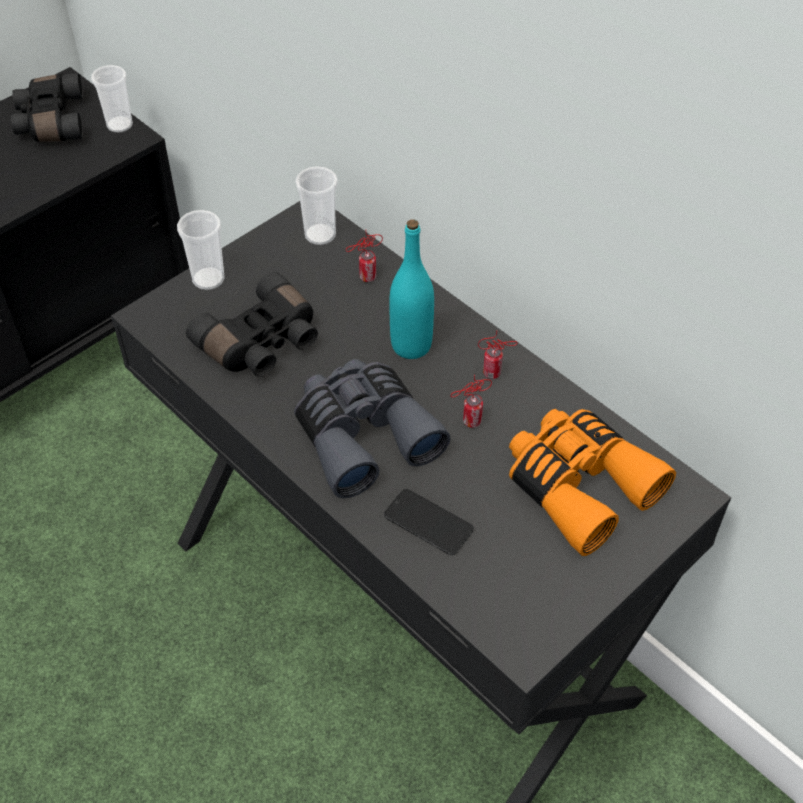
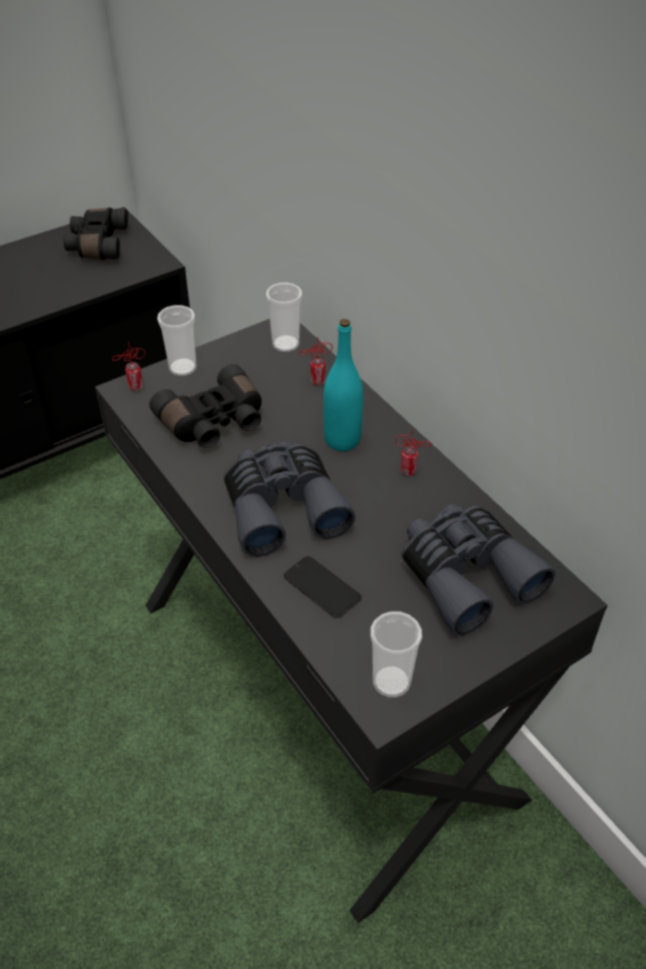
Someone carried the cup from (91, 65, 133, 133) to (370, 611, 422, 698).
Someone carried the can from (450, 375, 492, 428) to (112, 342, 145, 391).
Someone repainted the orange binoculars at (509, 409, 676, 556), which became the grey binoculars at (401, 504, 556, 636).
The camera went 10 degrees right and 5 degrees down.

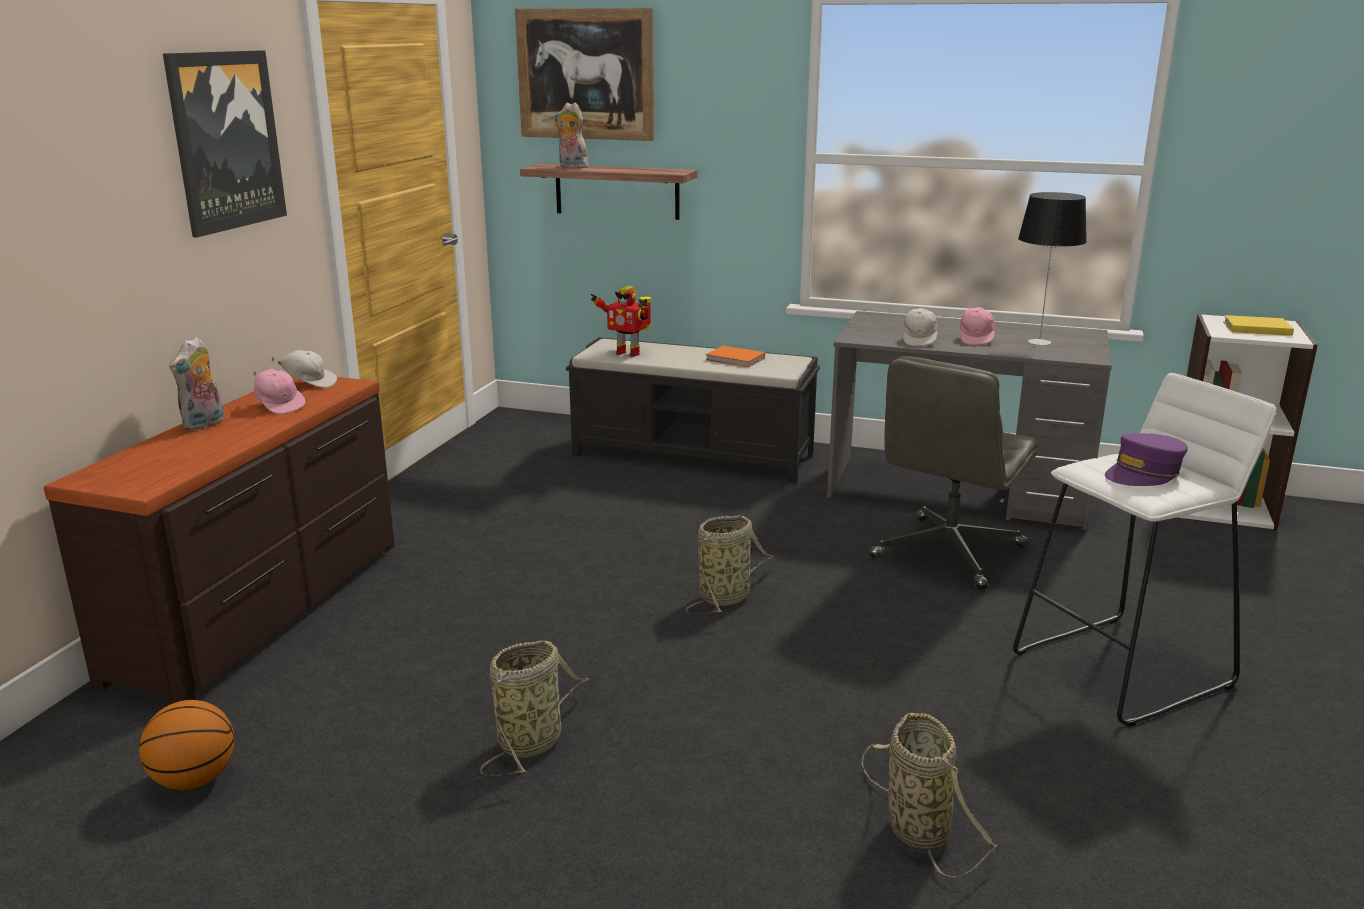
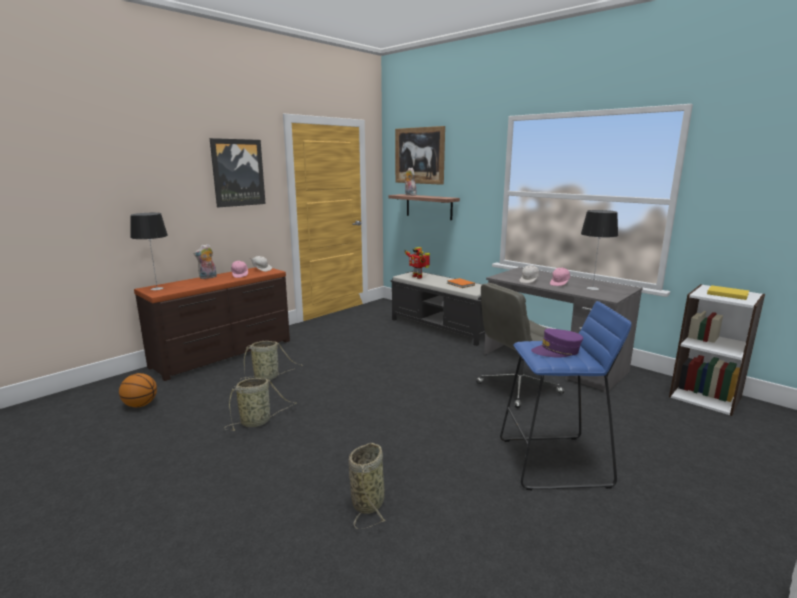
Someone put down the table lamp at (130, 213, 168, 290).
Someone carried the basket from (686, 516, 774, 614) to (240, 341, 303, 381).
Someone repainted the white stool at (1013, 373, 1277, 727), which became the blue stool at (500, 301, 631, 490).
The camera went 25 degrees right and 5 degrees down.

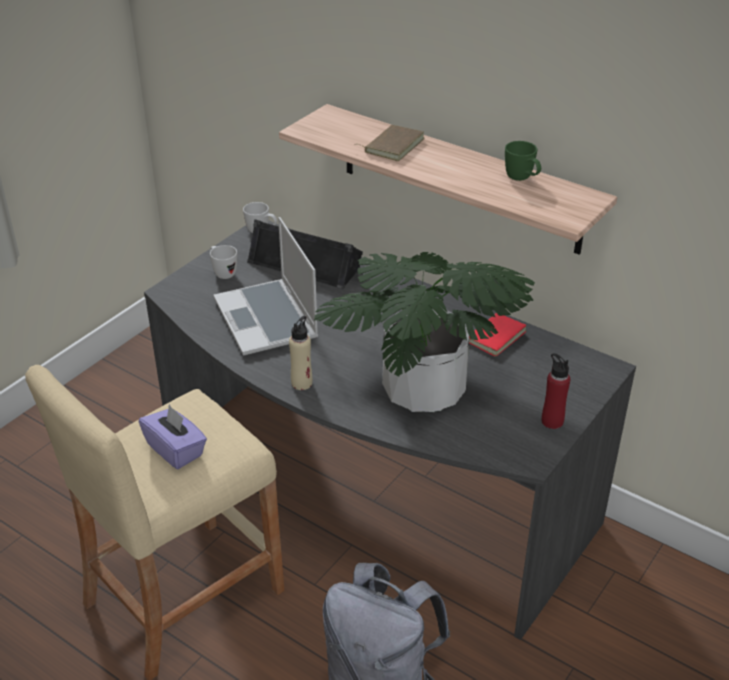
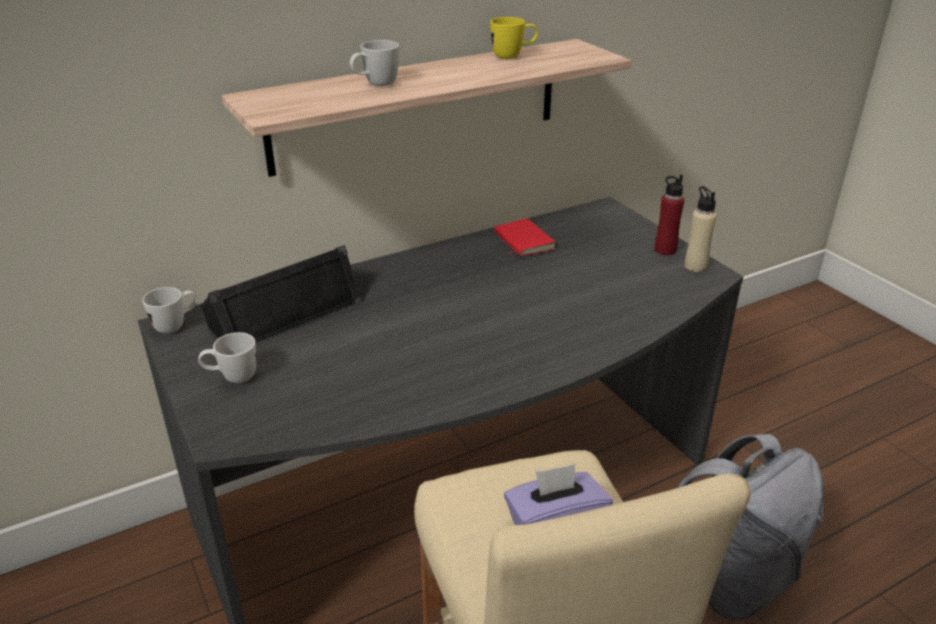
Someone took away the laptop at (213, 217, 318, 356).
Someone took away the potted plant at (314, 252, 535, 412).
Someone carried the beige bottle from (289, 316, 312, 390) to (685, 186, 717, 272).
Someone swapped the brown book at (354, 125, 424, 161) for the white mug at (349, 40, 399, 86).
Someone repainted the green mug at (505, 141, 541, 181), which became the yellow mug at (490, 17, 538, 59).
The camera went 65 degrees left and 5 degrees down.

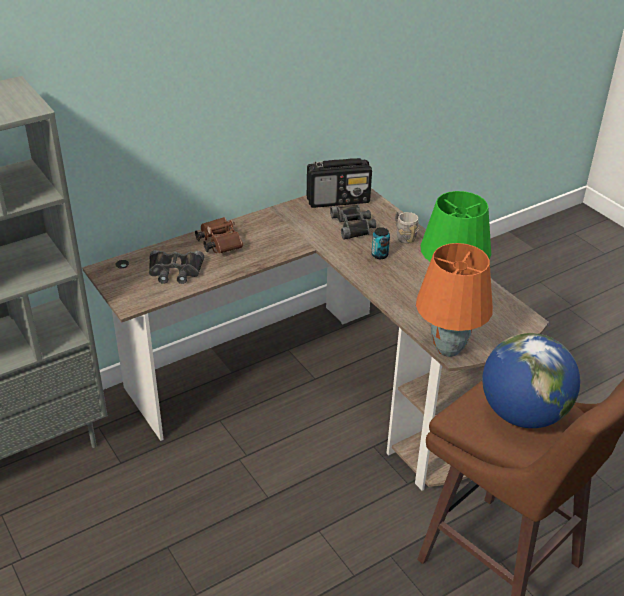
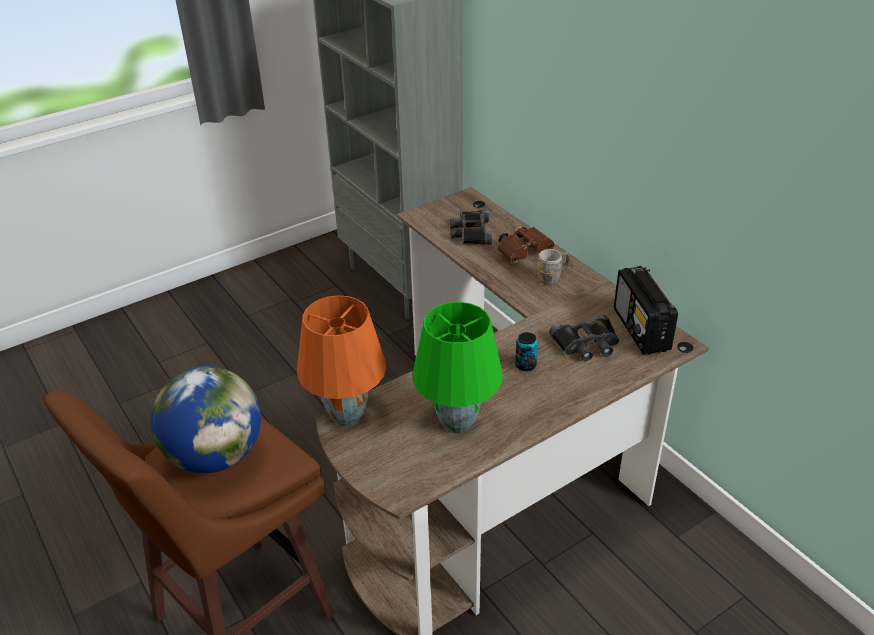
Someone carried the grey mug from (395, 211, 419, 244) to (537, 249, 571, 285).
The camera went 90 degrees right and 0 degrees up.

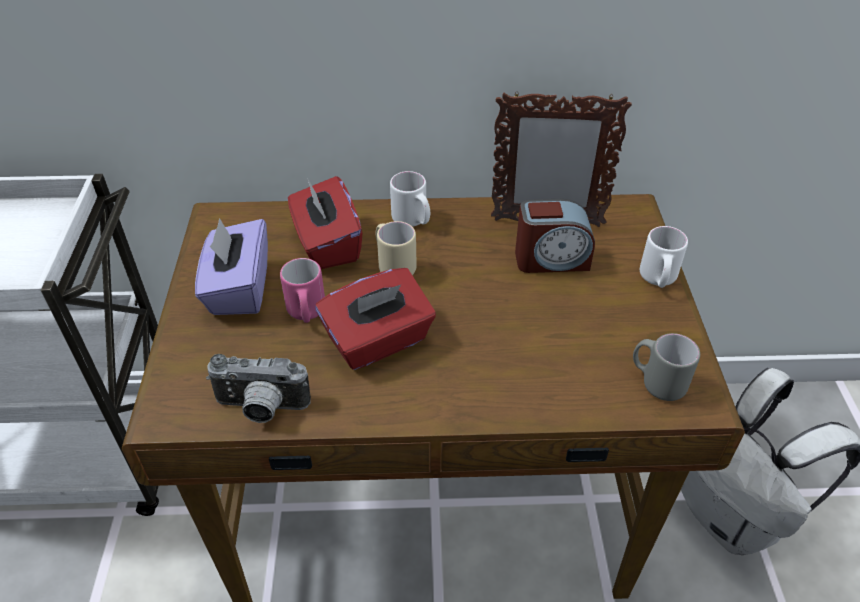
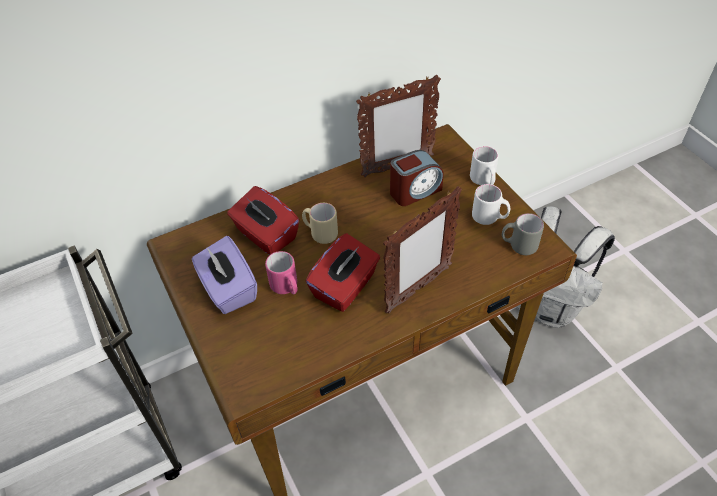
Someone took away the photo camera at (206, 354, 311, 423).
Someone put down the picture frame at (383, 186, 462, 314).
Someone carried the white mug from (390, 171, 430, 227) to (472, 184, 510, 225).
The camera went 25 degrees left and 5 degrees up.

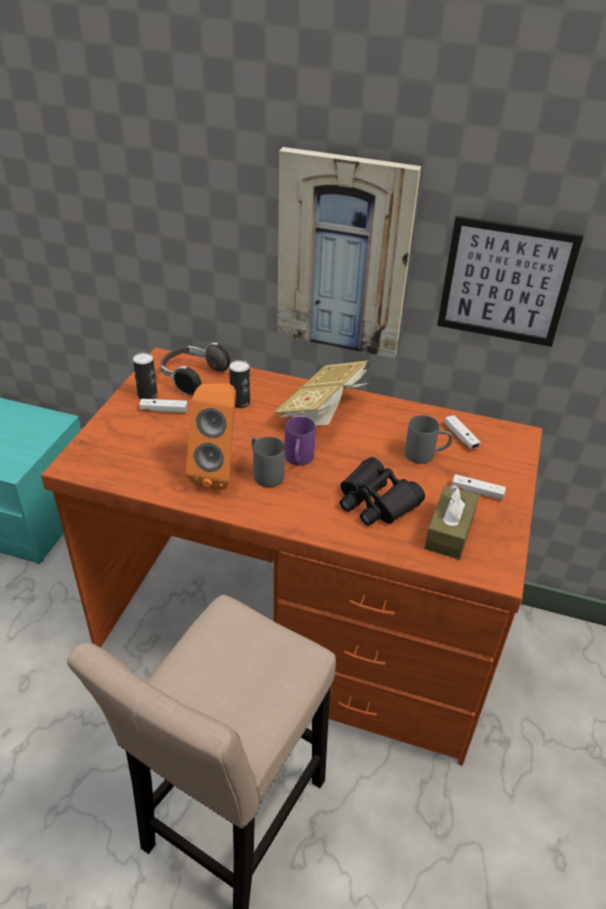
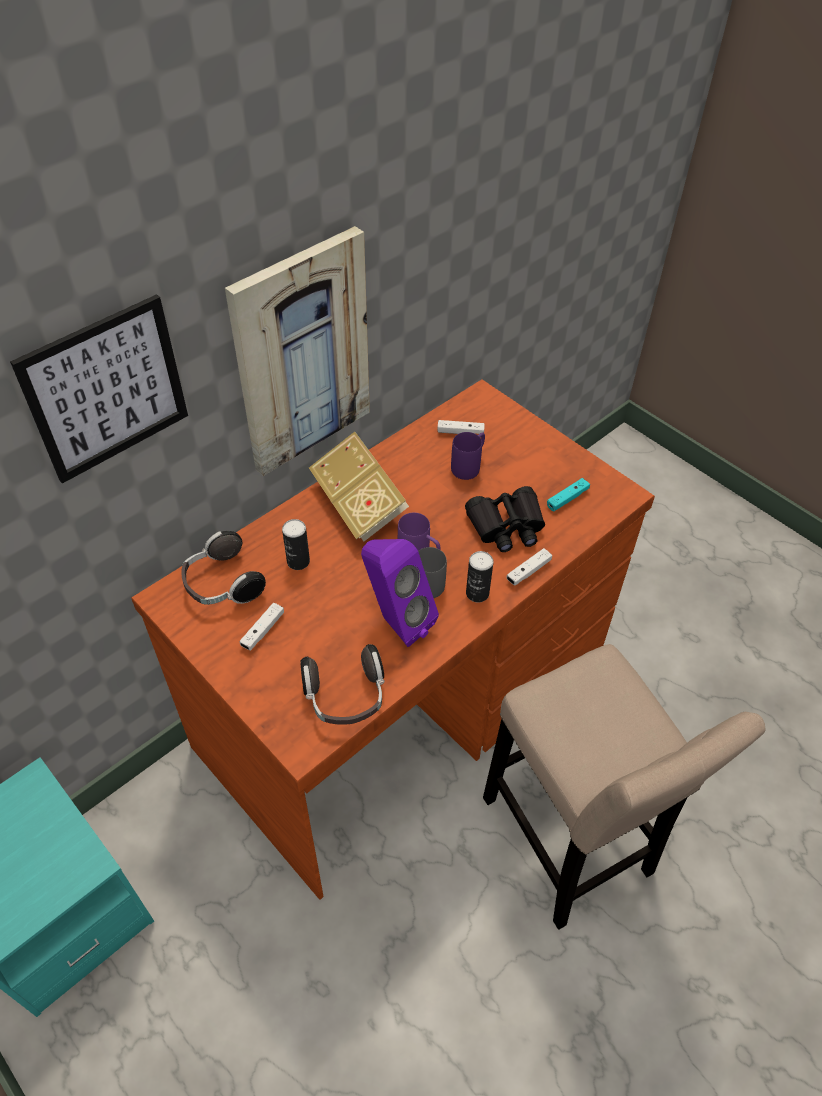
Someone put down the headphones at (300, 644, 385, 725).
Someone carried the can from (133, 352, 157, 399) to (466, 551, 493, 602).
Someone carried the picture from (437, 216, 584, 347) to (10, 294, 188, 483).
Someone carried the white game controller from (452, 474, 506, 500) to (506, 548, 552, 586).
Someone swapped the brown tissue box at (424, 485, 479, 560) for the turquoise game controller at (547, 478, 590, 512).
Someone repainted the orange speaker at (186, 383, 236, 490), which became the purple speaker at (361, 539, 439, 647).
Someone repainted the grey mug at (405, 415, 453, 464), which became the purple mug at (451, 432, 485, 480).
The camera went 60 degrees left and 10 degrees up.

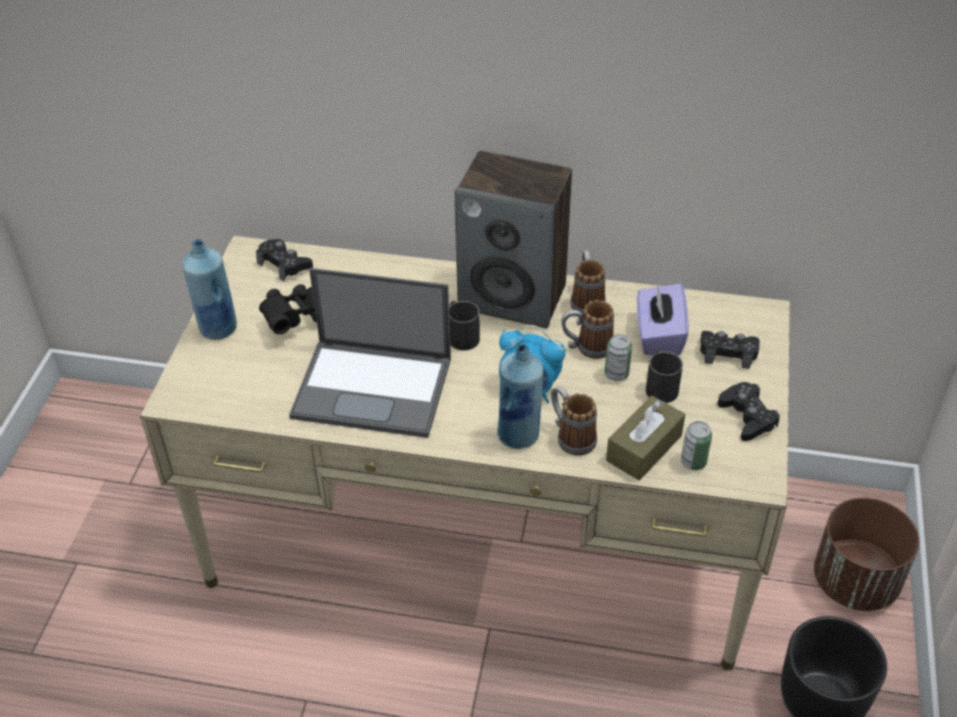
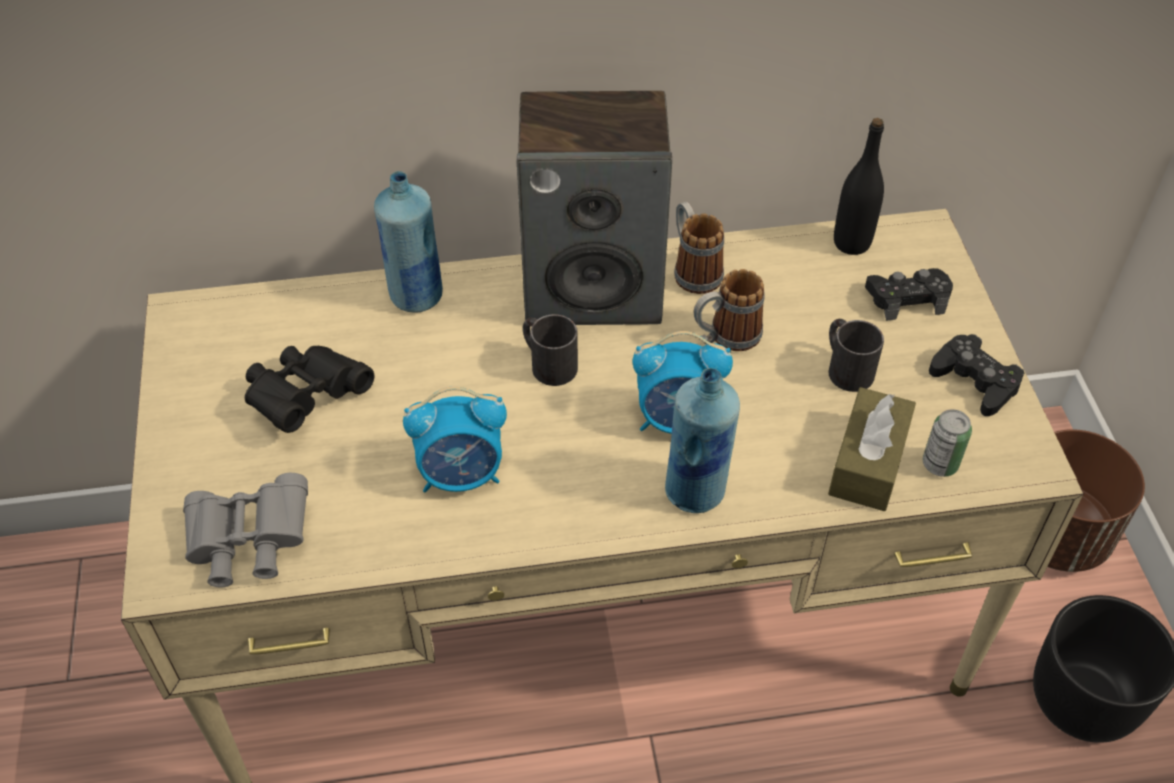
Someone took away the black game controller at (256, 239, 313, 281).
Someone took away the mug at (551, 386, 597, 455).
Someone took away the can at (605, 334, 632, 381).
Someone took away the purple tissue box at (637, 283, 689, 356).
Someone put down the grey binoculars at (183, 473, 308, 588).
Someone put down the black bottle at (834, 118, 884, 255).
Someone carried the blue bottle from (182, 239, 237, 340) to (374, 171, 443, 312).
Someone swapped the laptop at (289, 268, 451, 438) for the alarm clock at (403, 386, 507, 492).
The camera went 20 degrees left and 5 degrees up.

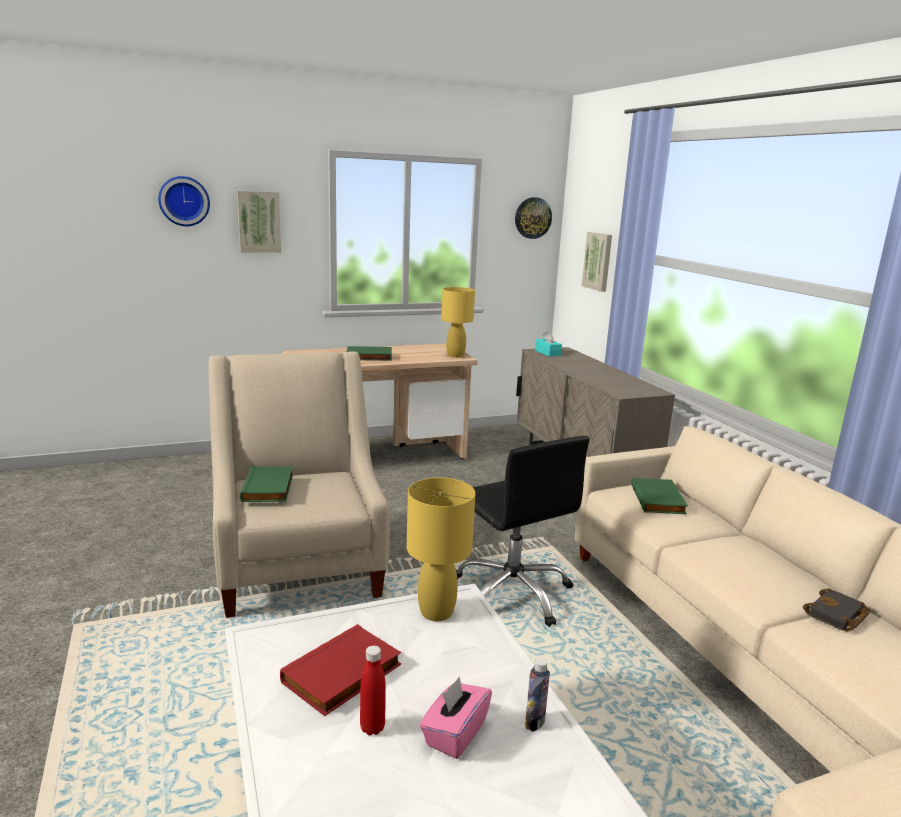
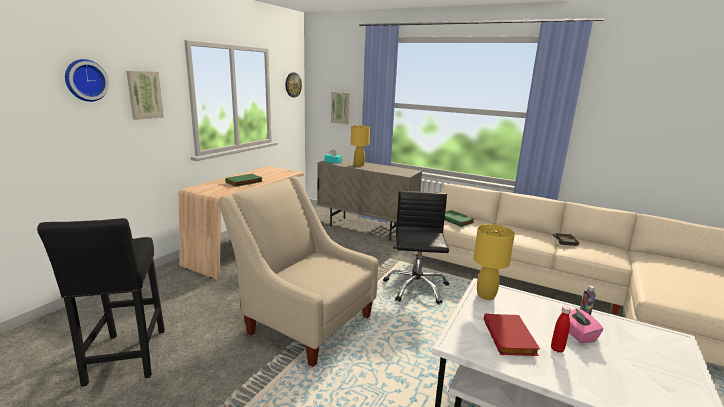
Someone took away the green book at (240, 466, 293, 502).
Someone put down the black stool at (37, 218, 165, 387).
Someone carried the yellow table lamp from (441, 287, 475, 358) to (351, 125, 370, 167).
Someone rotated the black office chair at (456, 436, 590, 627) by 105 degrees counterclockwise.
The camera went 40 degrees left and 0 degrees up.

